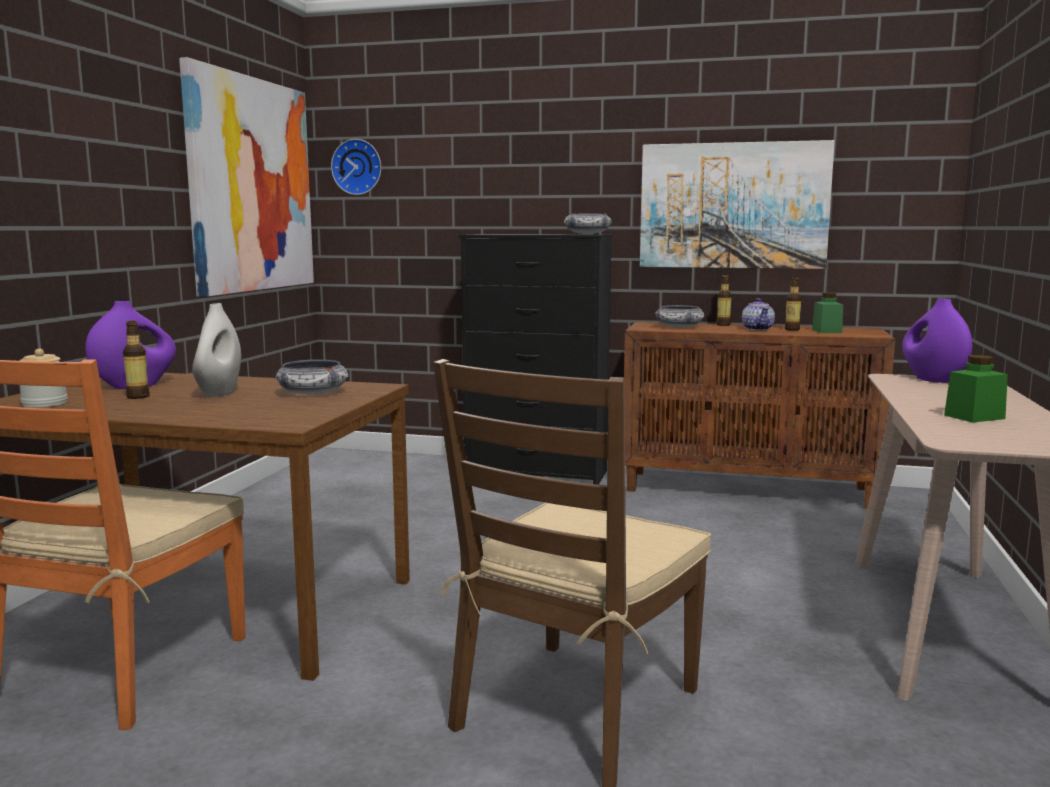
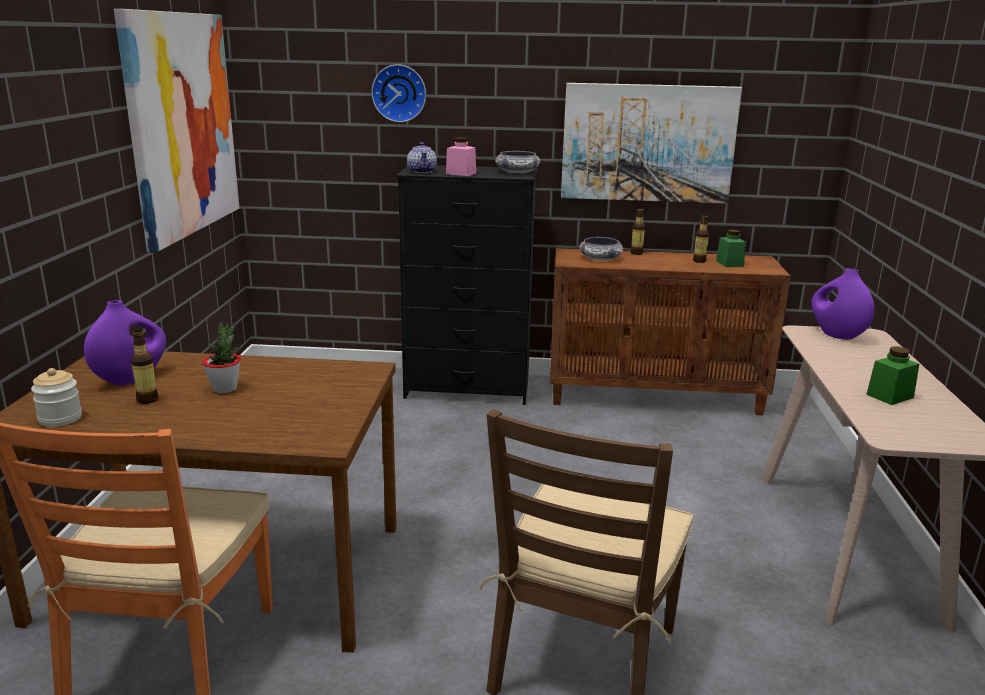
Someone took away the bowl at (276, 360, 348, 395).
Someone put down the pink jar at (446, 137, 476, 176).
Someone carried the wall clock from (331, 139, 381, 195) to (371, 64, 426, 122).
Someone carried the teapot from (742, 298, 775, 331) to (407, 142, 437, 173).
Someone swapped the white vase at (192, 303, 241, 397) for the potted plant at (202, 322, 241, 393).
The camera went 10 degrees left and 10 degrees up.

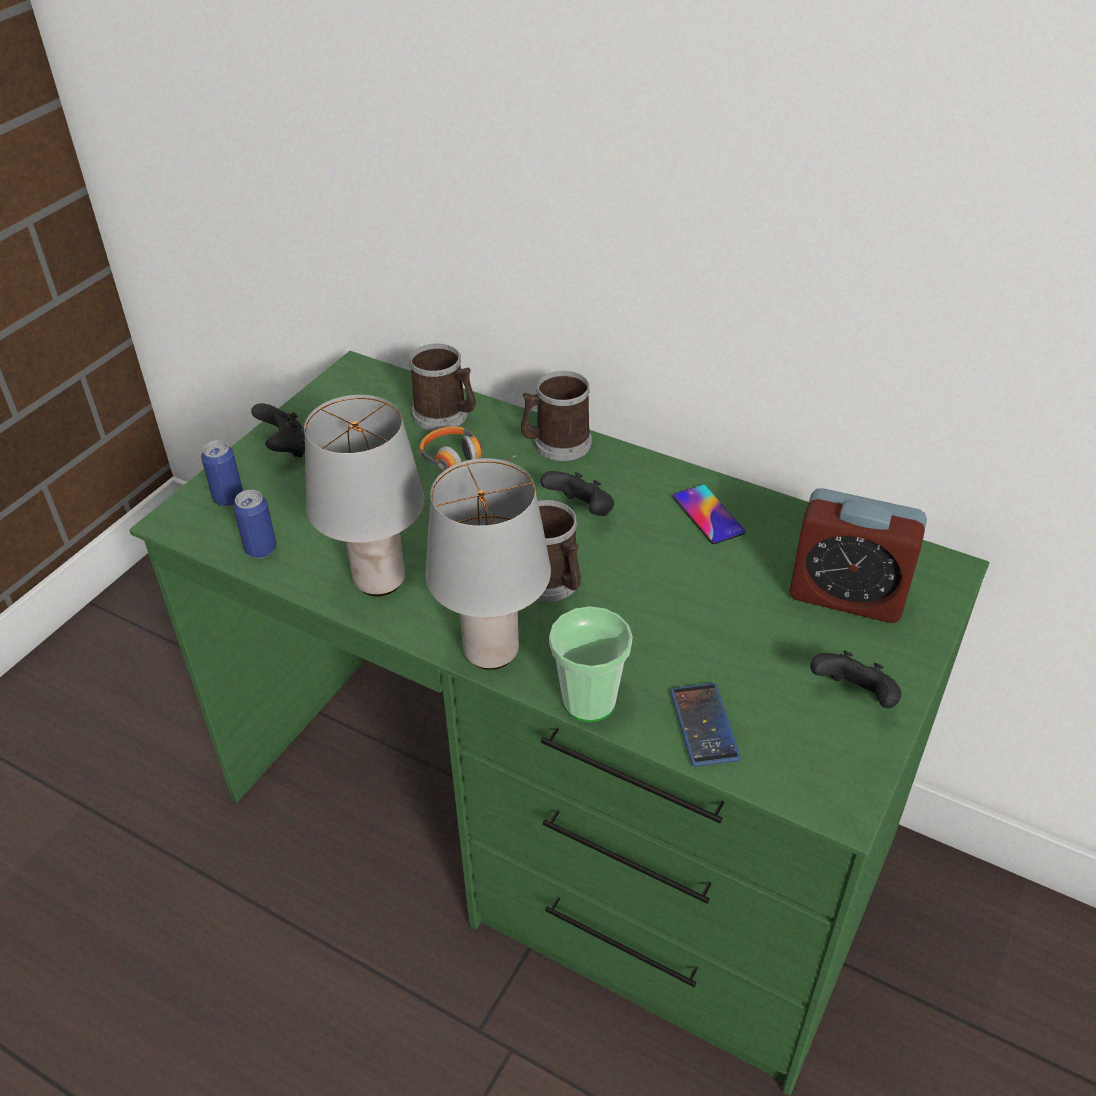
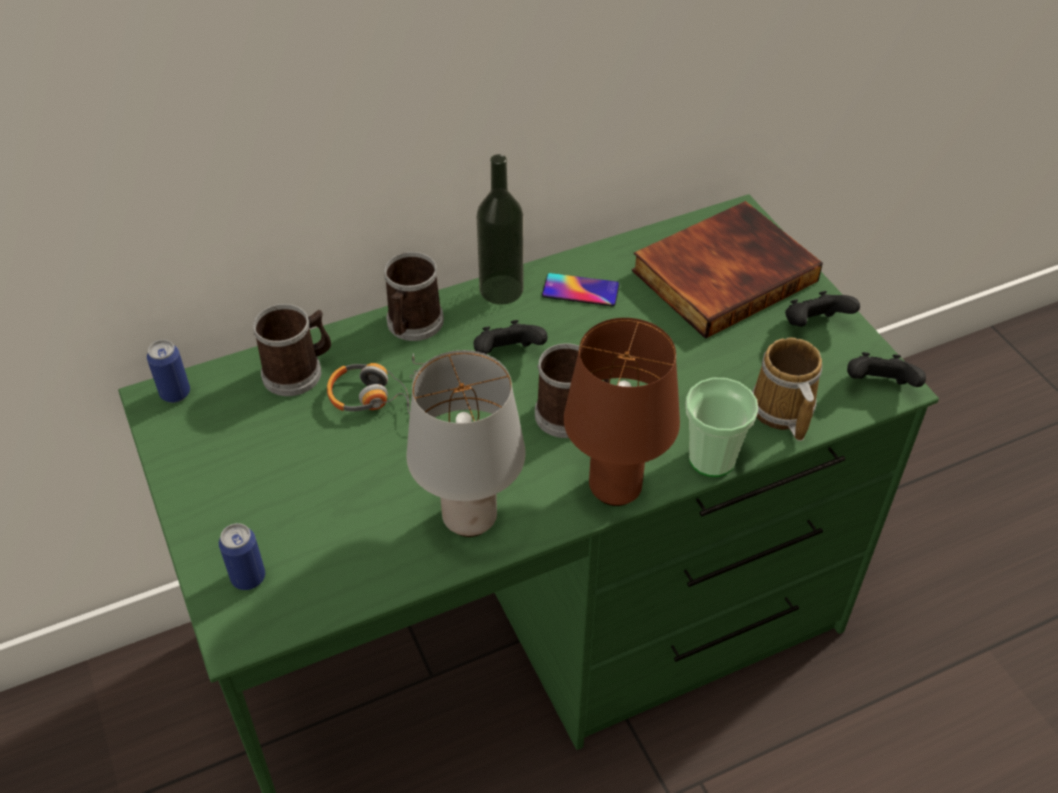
Someone put down the bottle at (477, 154, 523, 305).
Someone carried the can from (233, 490, 277, 558) to (147, 340, 190, 403).
Someone carried the black game controller from (251, 403, 305, 458) to (847, 352, 926, 387).
Someone swapped the phone at (670, 683, 741, 767) for the mug at (752, 337, 822, 441).
Someone swapped the alarm clock at (790, 488, 927, 623) for the book at (632, 201, 823, 339).
Someone repainted the grey table lamp at (426, 458, 551, 670), which became the brown table lamp at (564, 318, 680, 506).
The camera went 55 degrees left and 5 degrees up.

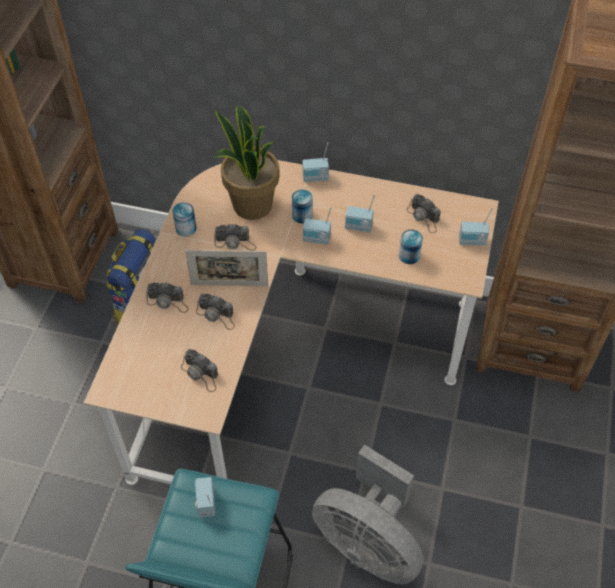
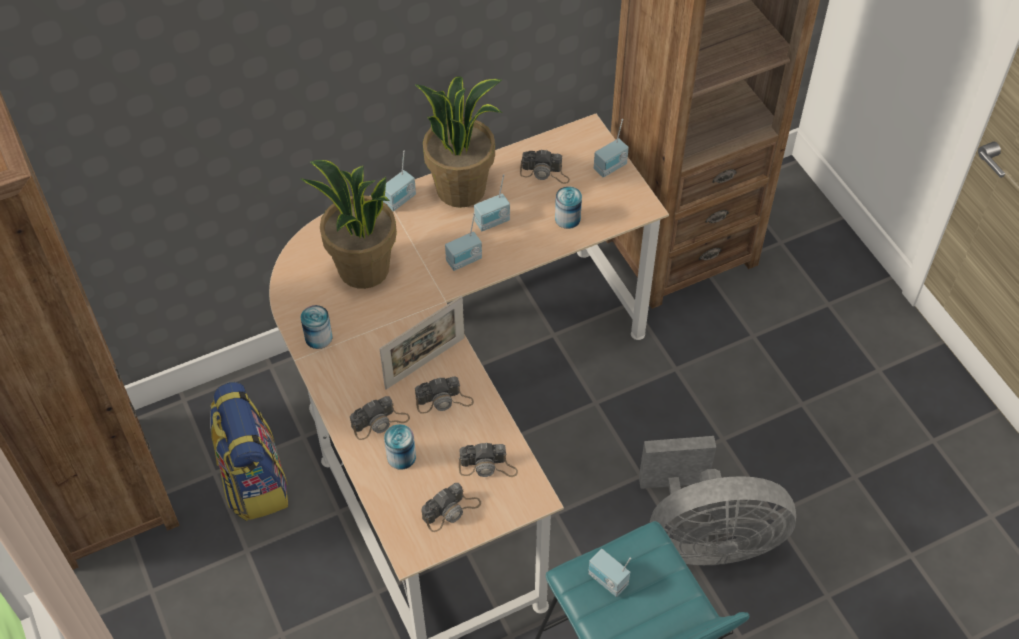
Someone put down the potted plant at (415, 76, 502, 208).
Someone carried the photo camera from (214, 224, 256, 251) to (421, 483, 481, 532).
Someone carried the can from (292, 189, 313, 223) to (384, 424, 416, 470).
The camera went 40 degrees left and 0 degrees up.

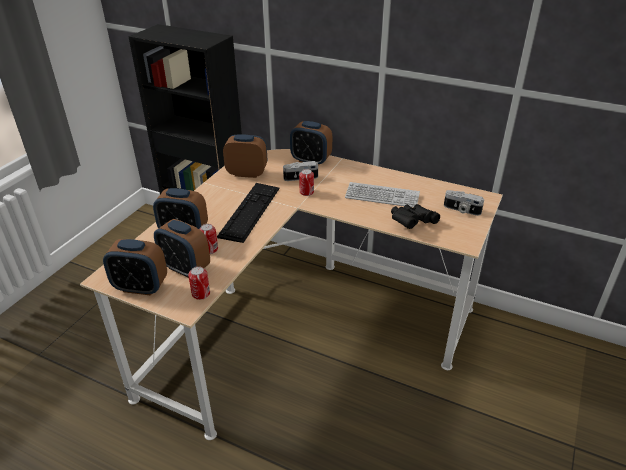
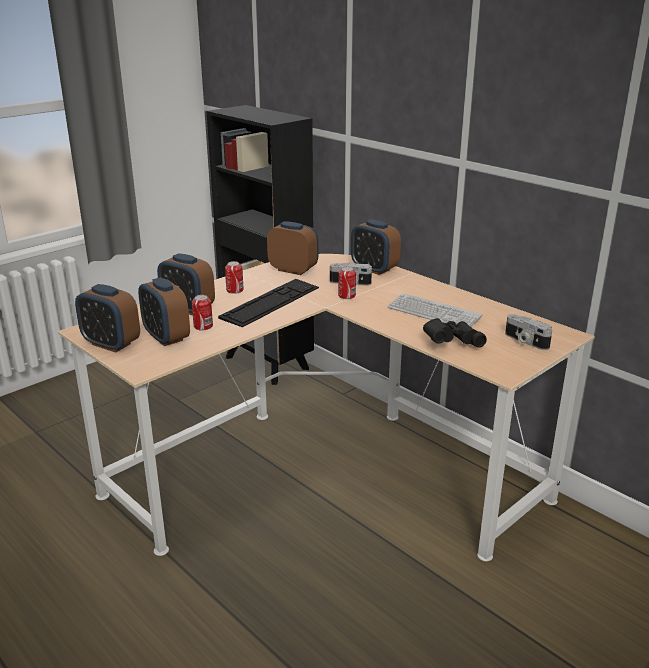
Someone carried the can from (188, 266, 210, 300) to (225, 261, 244, 294).
The camera went 20 degrees right and 10 degrees down.

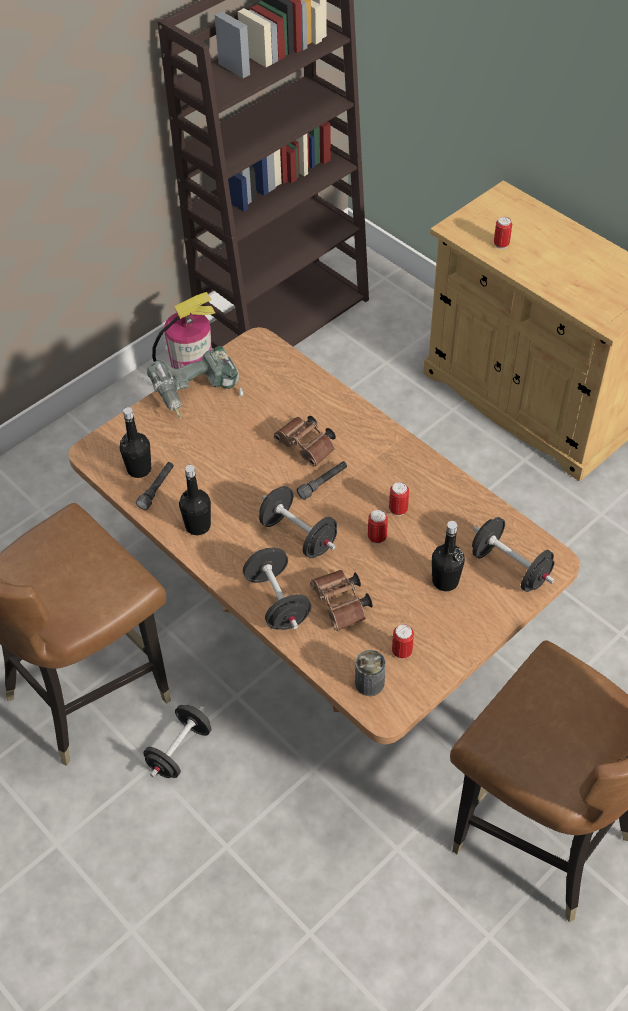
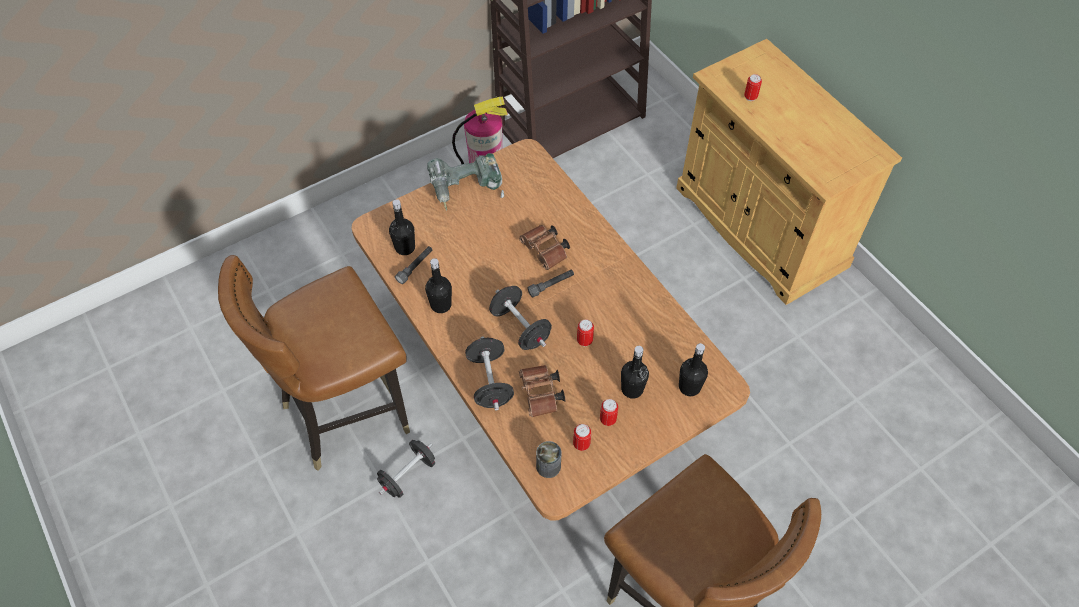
Someone carried the can from (389, 482, 409, 516) to (600, 399, 618, 426).
Someone swapped the black dumbbell at (472, 517, 555, 592) for the black bottle at (679, 343, 708, 396).
The camera went 10 degrees right and 5 degrees up.

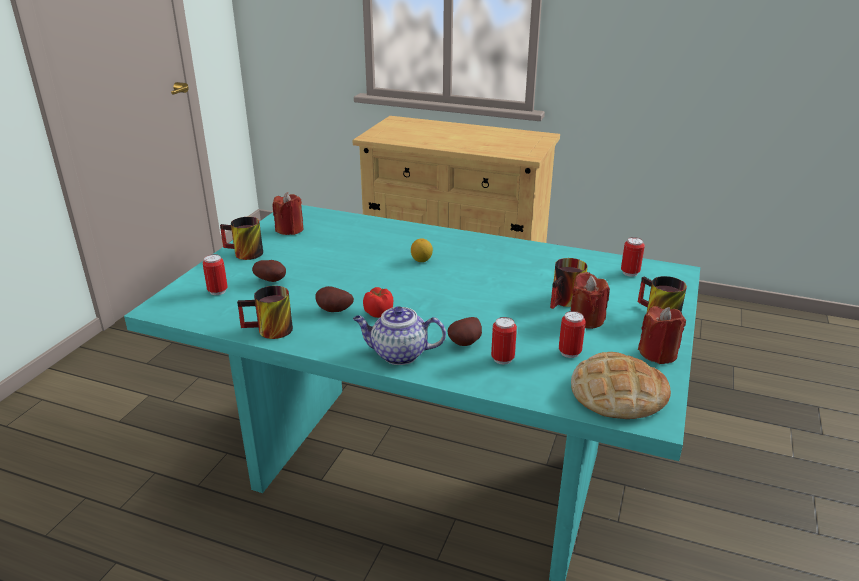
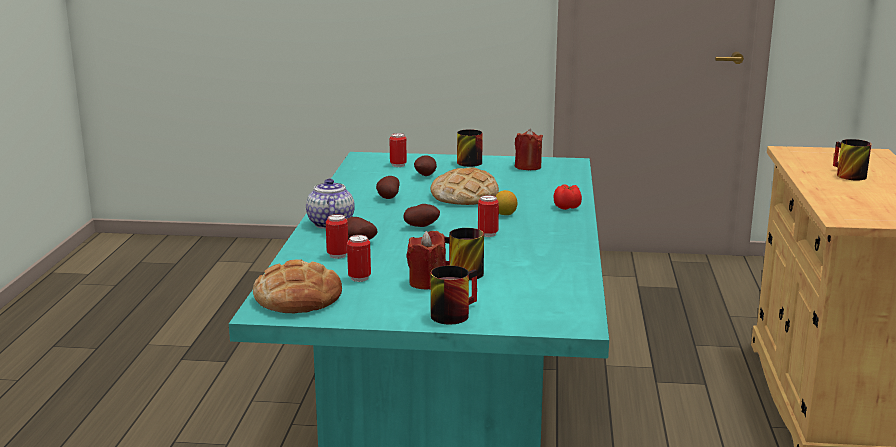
Someone took away the red candle at (638, 306, 686, 364).
Someone put down the potato at (404, 204, 440, 227).
Someone put down the bread at (430, 167, 499, 205).
Someone carried the mug from (237, 286, 293, 339) to (833, 139, 871, 180).
Someone carried the tomato from (363, 287, 393, 318) to (553, 184, 582, 210).
Someone carried the can from (621, 237, 645, 277) to (478, 195, 499, 237).
The camera went 75 degrees right and 10 degrees down.

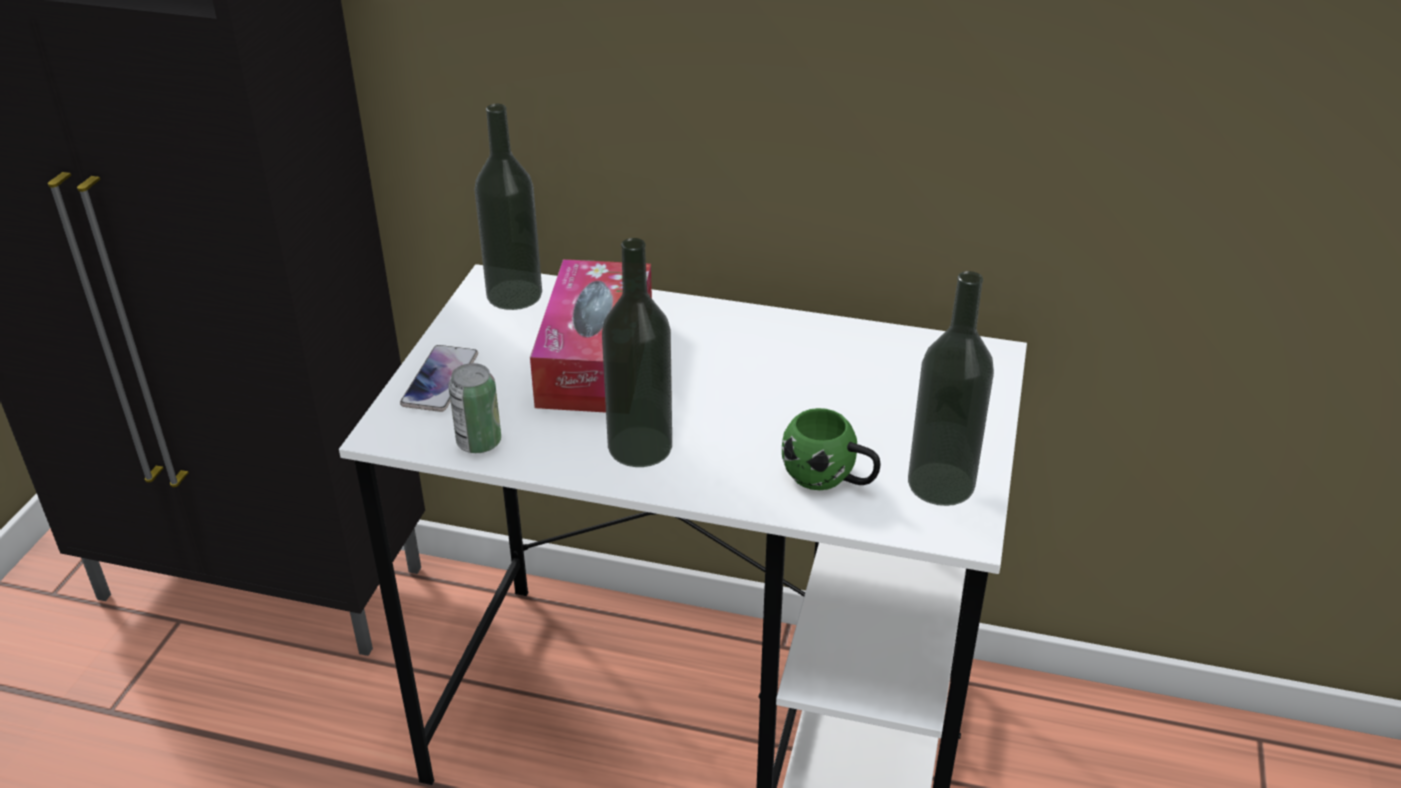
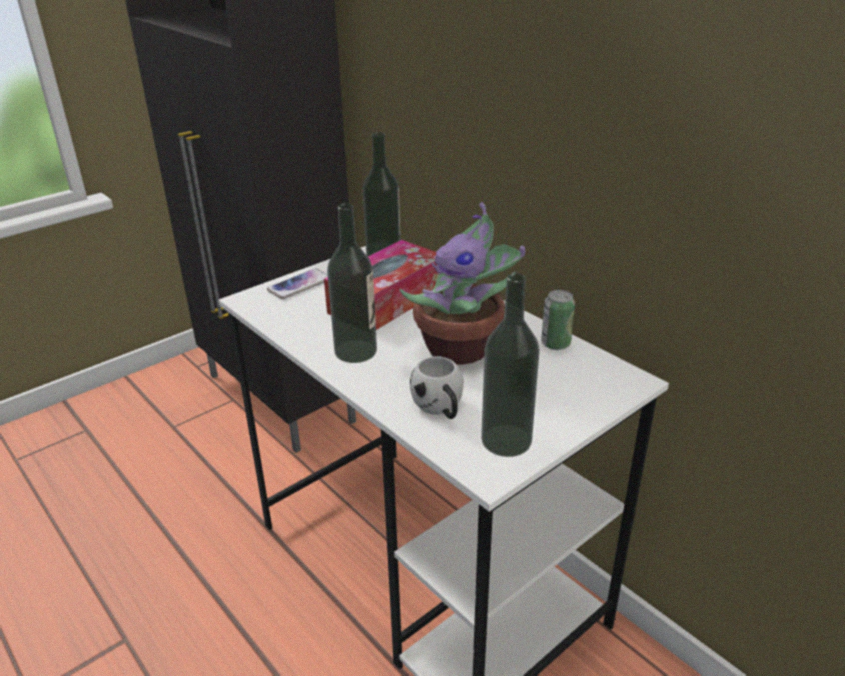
Someone put down the potted plant at (399, 202, 525, 365).
Someone carried the can from (448, 363, 501, 453) to (541, 290, 575, 350).
Someone repainted the green mug at (782, 408, 880, 490), which became the white mug at (410, 356, 464, 419).
The camera went 35 degrees right and 5 degrees down.

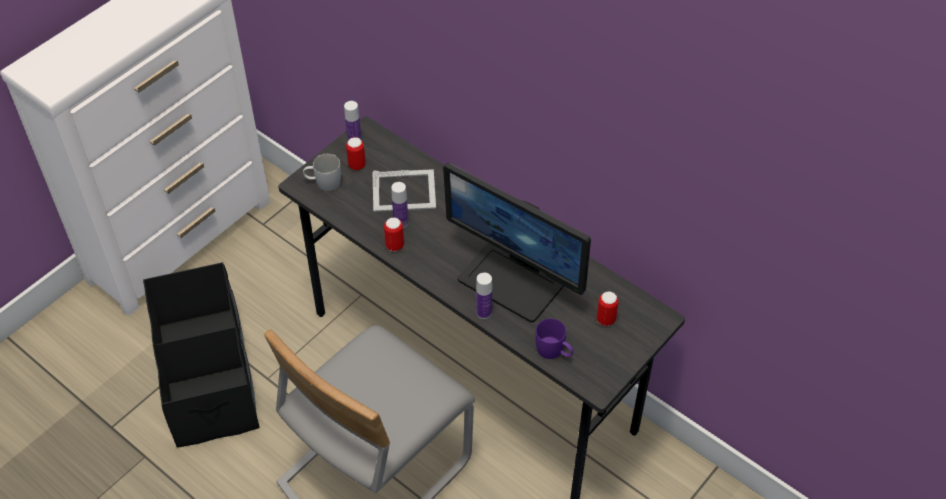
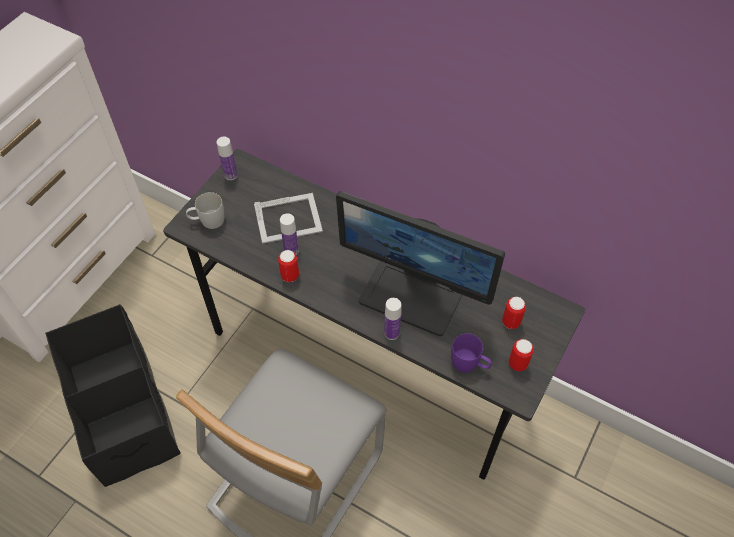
Someone carried the can from (346, 137, 366, 170) to (509, 339, 534, 371).
The camera went 10 degrees left and 5 degrees up.

